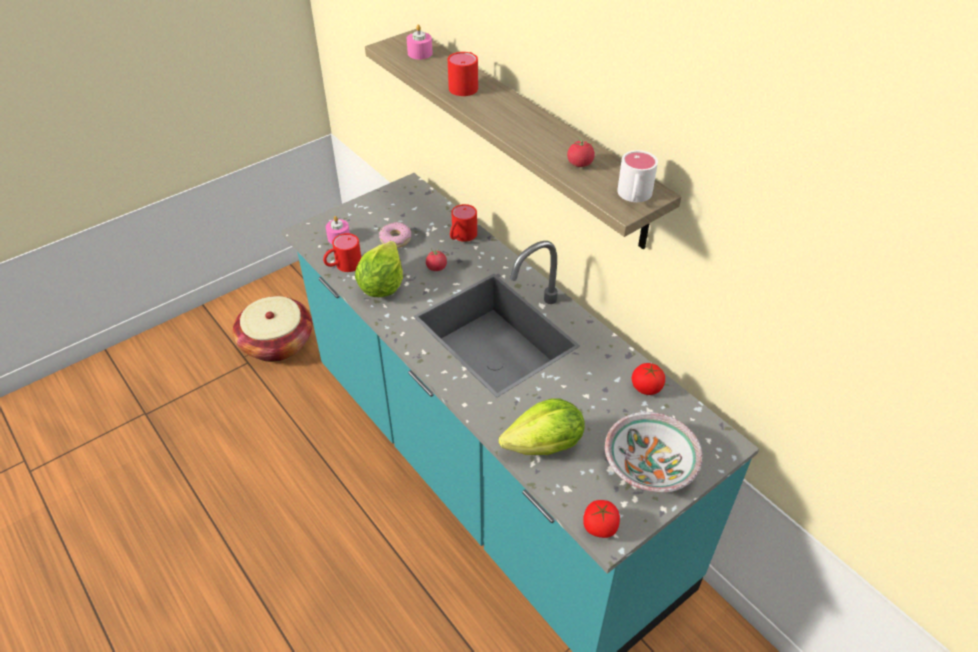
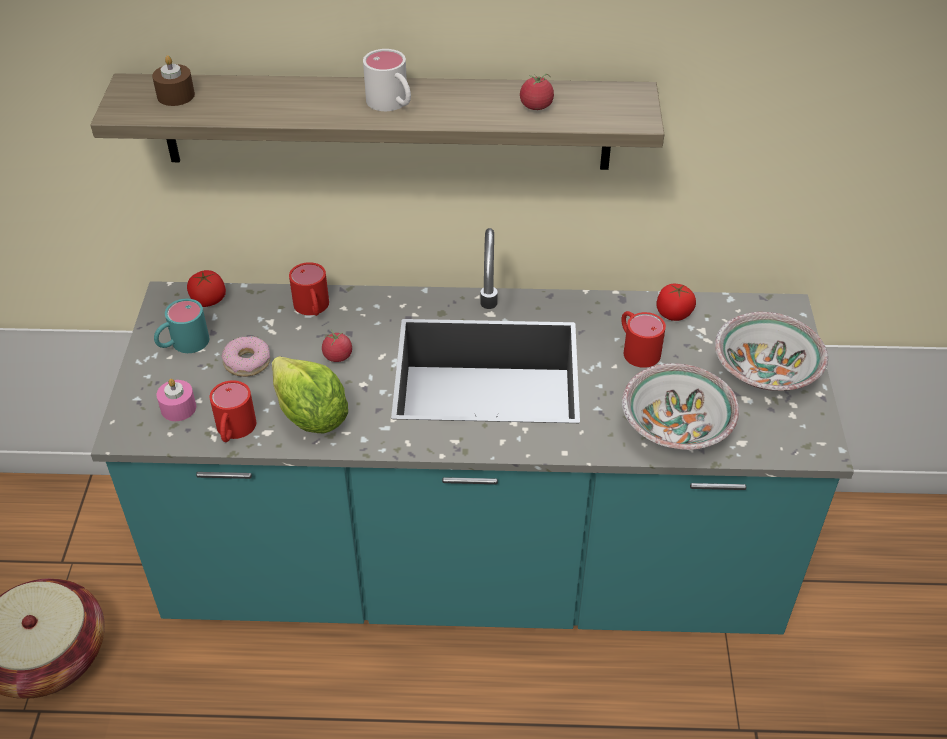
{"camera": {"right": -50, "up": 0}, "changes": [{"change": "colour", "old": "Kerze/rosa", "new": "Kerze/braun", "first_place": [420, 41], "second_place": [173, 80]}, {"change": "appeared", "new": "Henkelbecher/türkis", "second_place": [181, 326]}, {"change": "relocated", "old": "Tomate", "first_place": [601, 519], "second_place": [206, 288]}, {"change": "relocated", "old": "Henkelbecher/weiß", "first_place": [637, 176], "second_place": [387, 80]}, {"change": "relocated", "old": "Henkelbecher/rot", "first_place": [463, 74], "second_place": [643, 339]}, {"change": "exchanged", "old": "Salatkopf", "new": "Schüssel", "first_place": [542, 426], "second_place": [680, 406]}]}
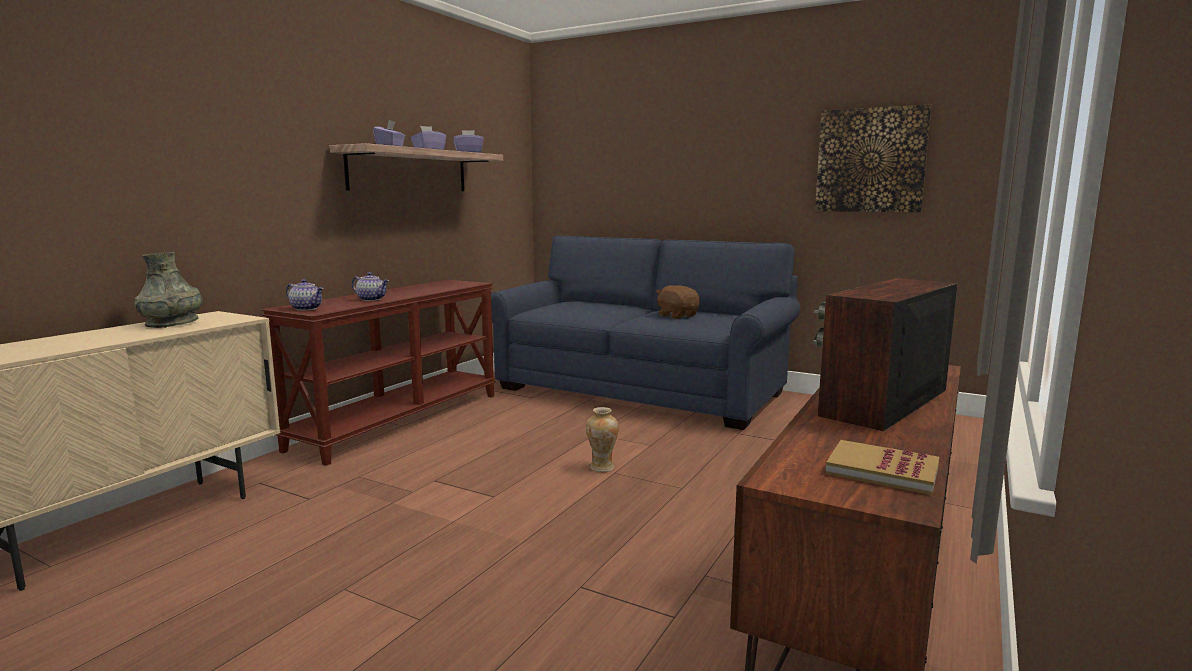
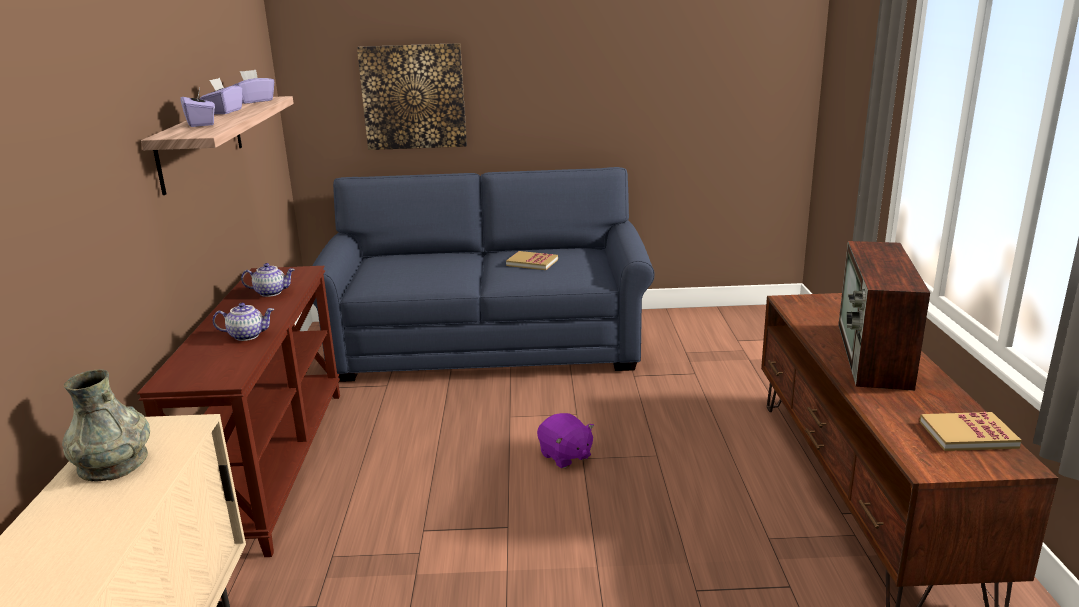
{"camera": {"right": -30, "up": 10}, "changes": [{"change": "relocated", "old": "Teekanne", "first_place": [305, 295], "second_place": [268, 280]}, {"change": "relocated", "old": "Bild", "first_place": [873, 158], "second_place": [412, 96]}, {"change": "exchanged", "old": "Plüschtier/braun", "new": "Buch", "first_place": [678, 302], "second_place": [532, 260]}, {"change": "exchanged", "old": "Vase", "new": "Plüschtier/lila", "first_place": [602, 439], "second_place": [565, 440]}]}
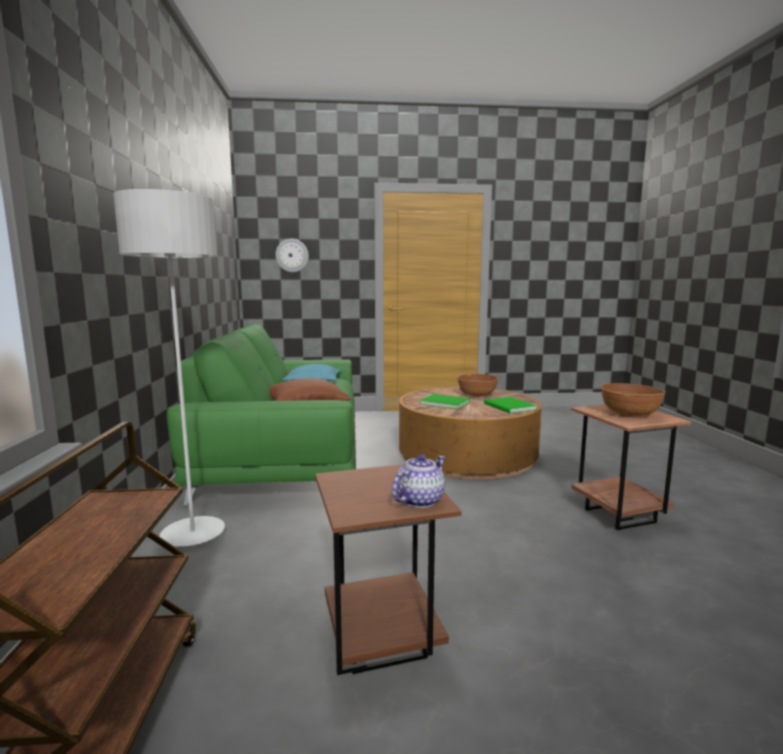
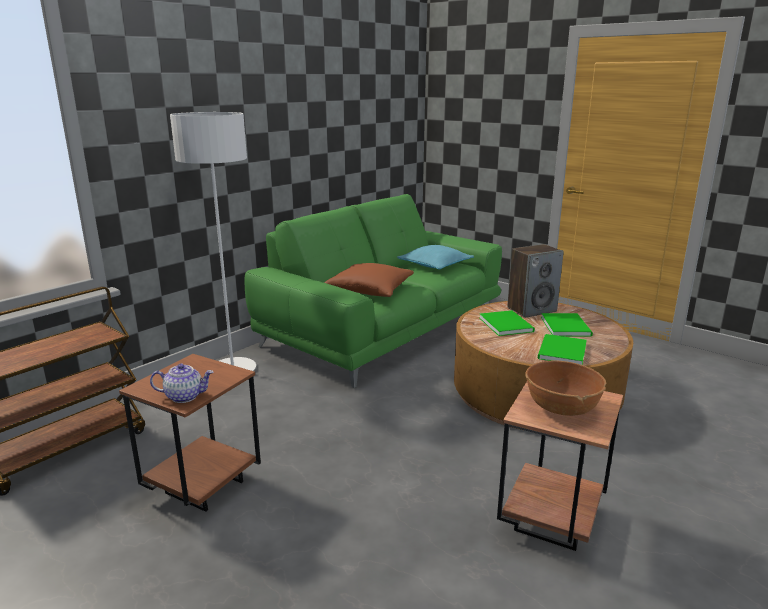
{"camera": {"right": 45, "up": 10}, "changes": [{"change": "appeared", "new": "Lautsprecher", "second_place": [535, 281]}, {"change": "exchanged", "old": "Schüssel/braun", "new": "Buch/grün", "first_place": [478, 385], "second_place": [567, 324]}, {"change": "missing", "old": "Wanduhr", "first_place": [292, 255]}]}
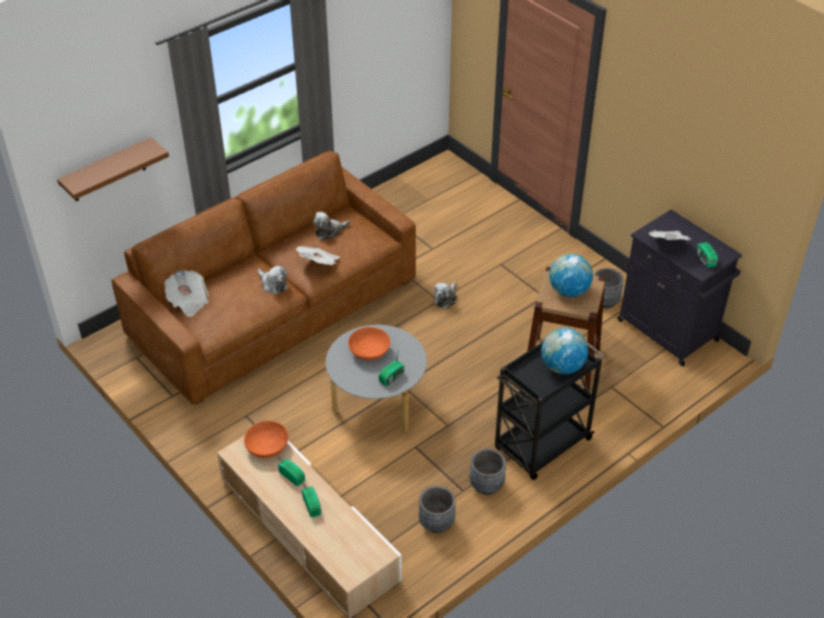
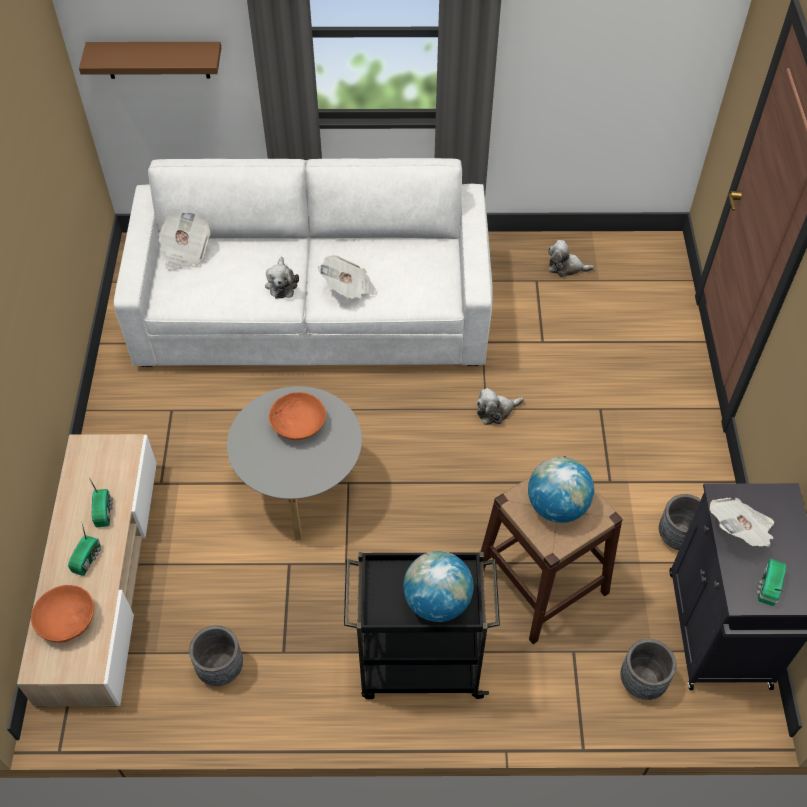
{"camera": {"right": 40, "up": 10}, "changes": [{"change": "relocated", "old": "Schüssel/orange", "first_place": [266, 439], "second_place": [62, 614]}, {"change": "colour", "old": "Sofa/braun", "new": "Sofa/weiß", "first_place": [263, 278], "second_place": [303, 262]}, {"change": "relocated", "old": "Plüschtier", "first_place": [331, 226], "second_place": [571, 258]}, {"change": "relocated", "old": "Pflanzkübel/grau", "first_place": [488, 471], "second_place": [649, 669]}, {"change": "missing", "old": "Radio", "first_place": [392, 367]}]}
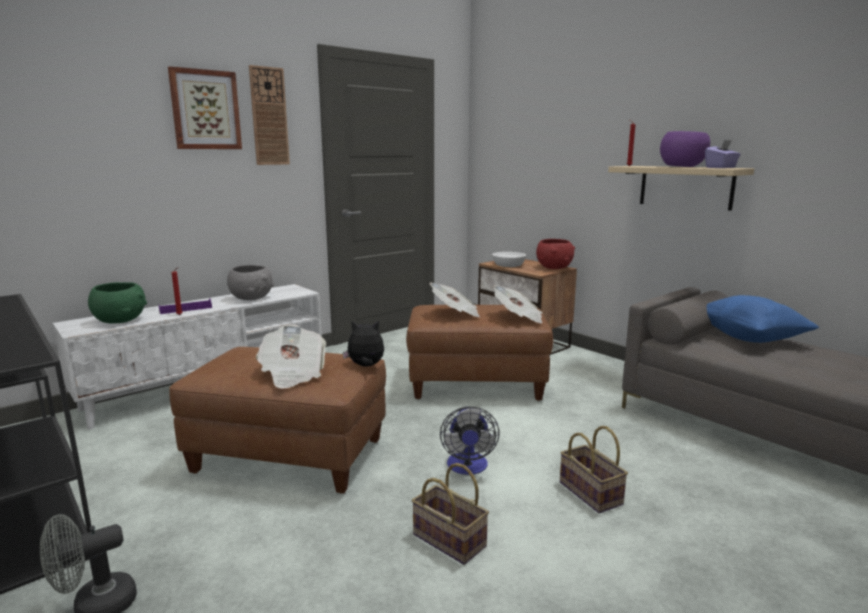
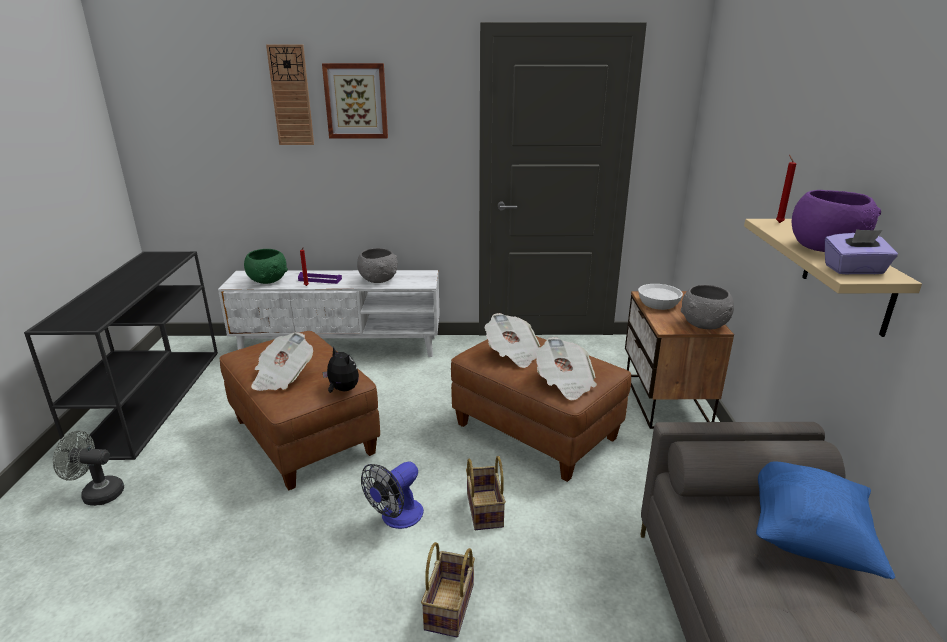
{"camera": {"right": 40, "up": 10}, "changes": [{"change": "relocated", "old": "Wanduhr", "first_place": [269, 115], "second_place": [290, 94]}, {"change": "relocated", "old": "Korb", "first_place": [450, 514], "second_place": [486, 493]}, {"change": "colour", "old": "Schüssel/rot", "new": "Schüssel/grau", "first_place": [555, 254], "second_place": [707, 307]}]}
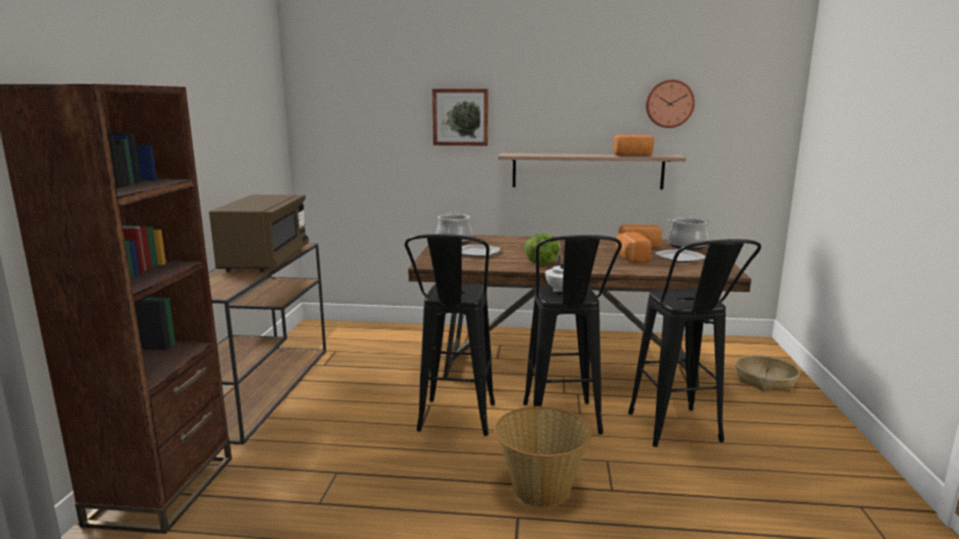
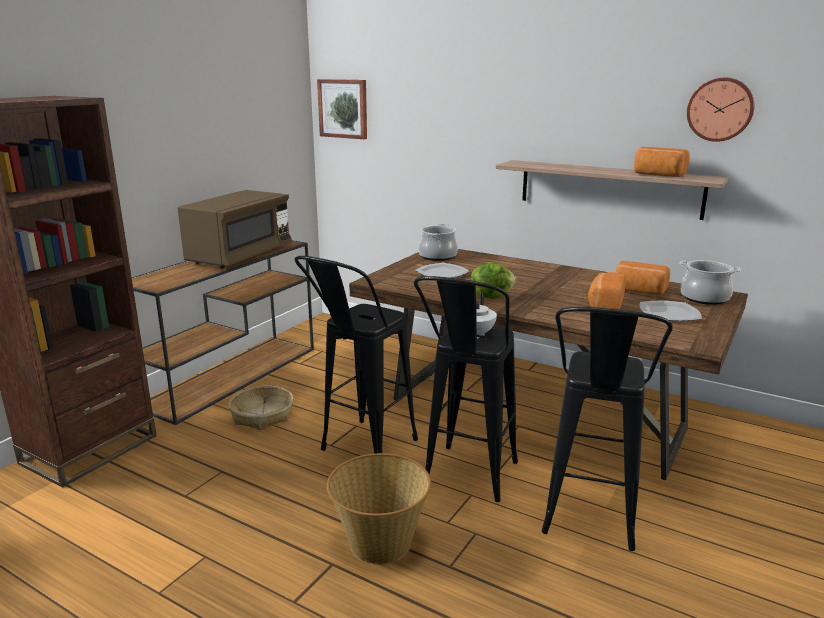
{"camera": {"right": 25, "up": 5}, "changes": [{"change": "relocated", "old": "Korb", "first_place": [768, 373], "second_place": [261, 408]}, {"change": "relocated", "old": "Bild", "first_place": [460, 117], "second_place": [342, 109]}]}
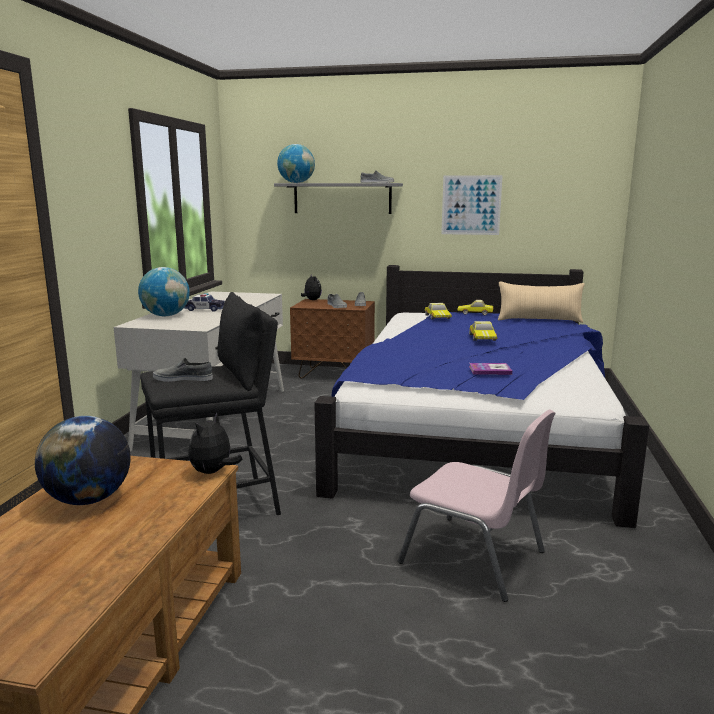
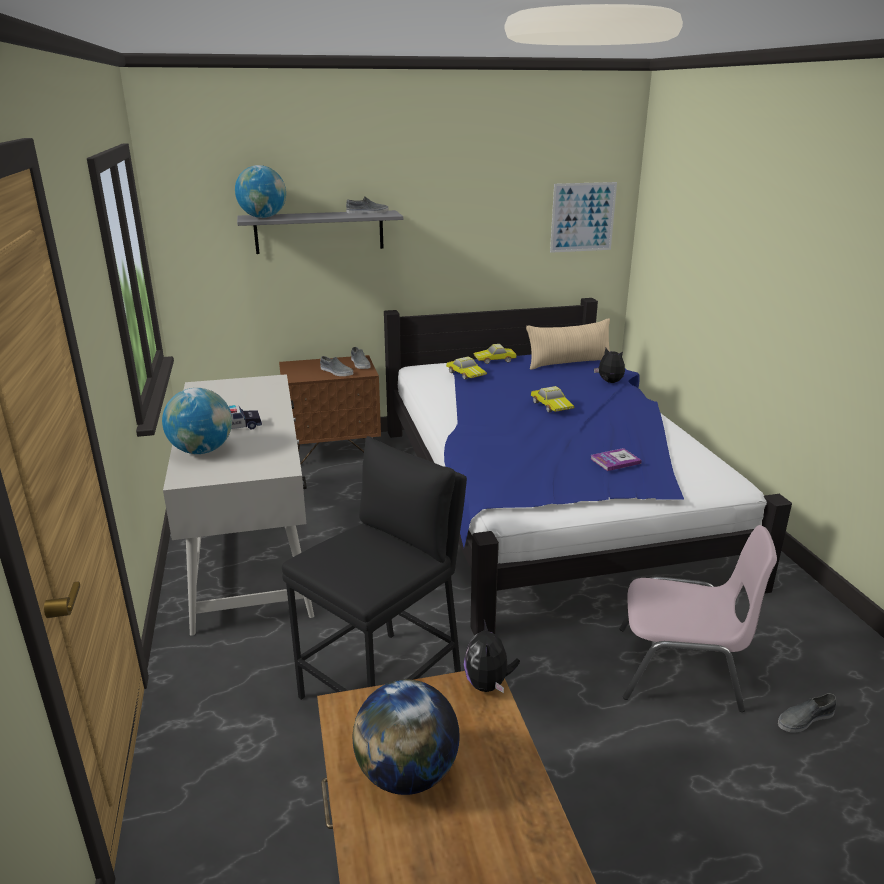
{"camera": {"right": -25, "up": 10}, "changes": [{"change": "relocated", "old": "Bild", "first_place": [472, 205], "second_place": [583, 217]}, {"change": "relocated", "old": "Plüschtier", "first_place": [311, 287], "second_place": [609, 365]}, {"change": "relocated", "old": "Schuh/grau", "first_place": [183, 370], "second_place": [807, 713]}]}
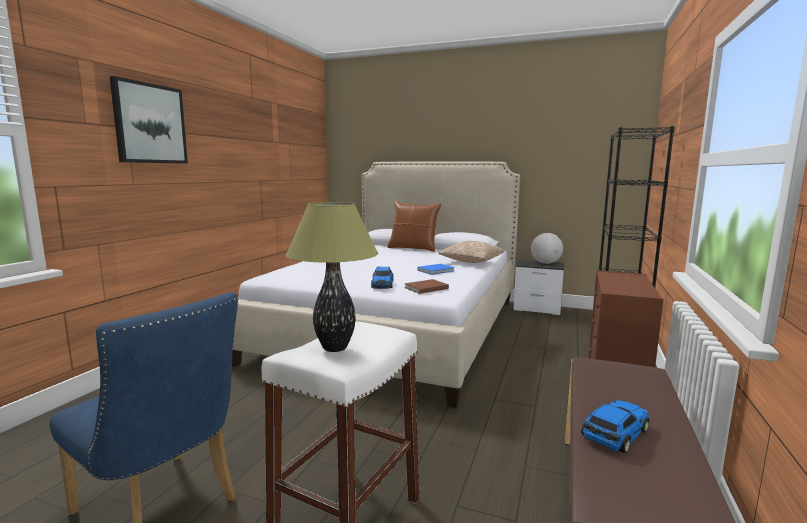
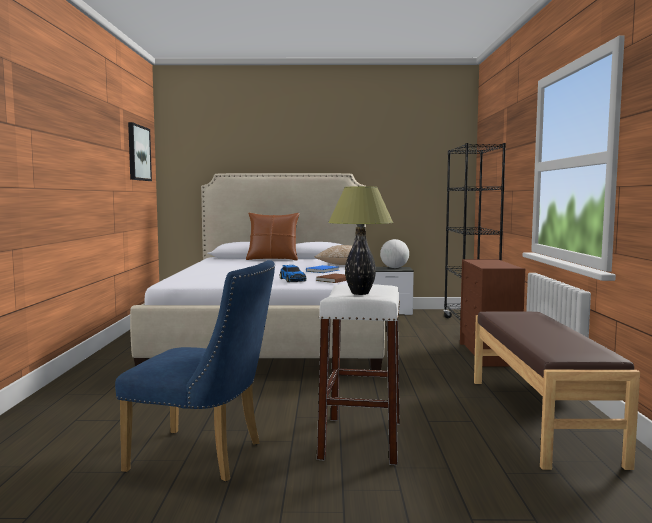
{"camera": {"right": -20, "up": -5}, "changes": [{"change": "relocated", "old": "Bild", "first_place": [148, 120], "second_place": [140, 151]}, {"change": "missing", "old": "Spielzeugauto", "first_place": [615, 426]}]}
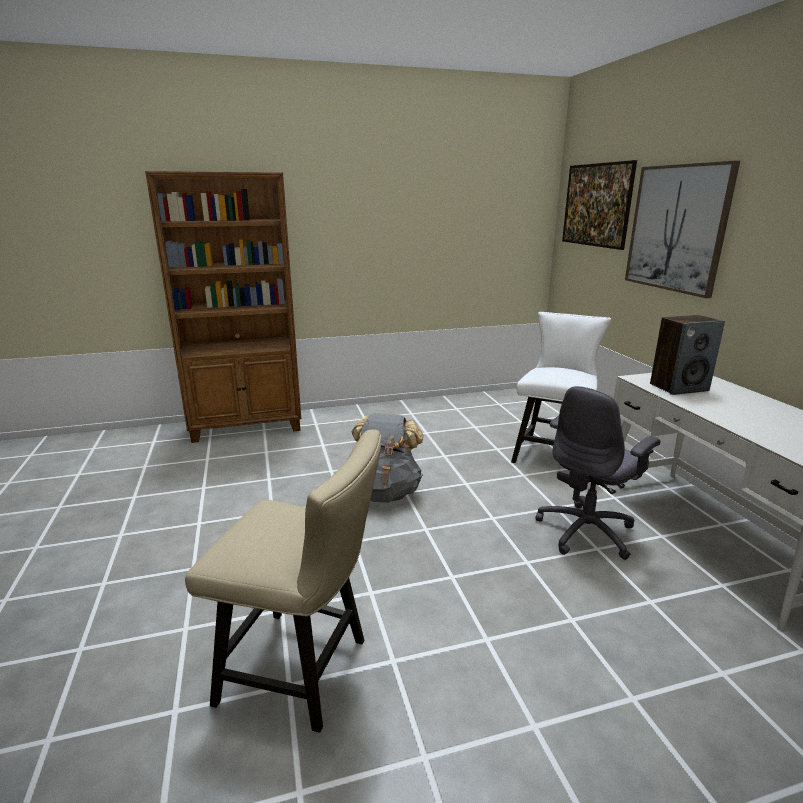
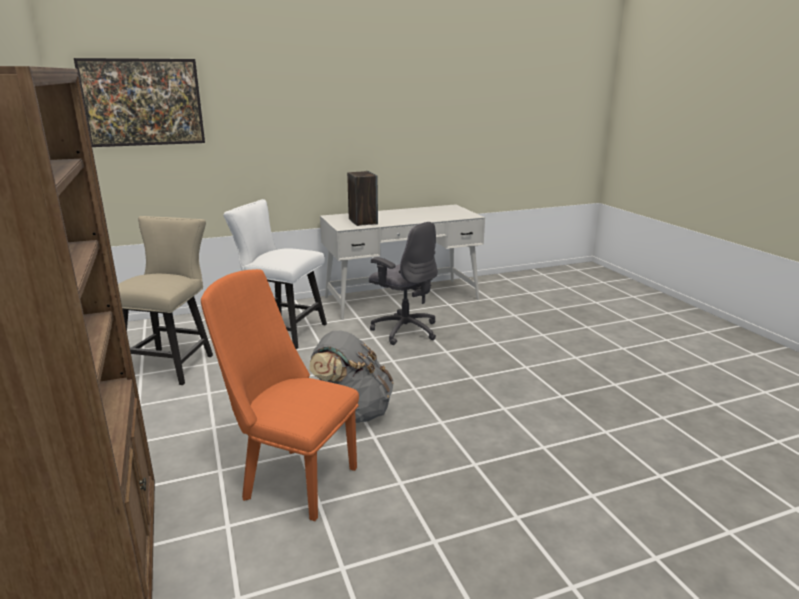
{"camera": {"right": -95, "up": 0}, "changes": [{"change": "relocated", "old": "Stuhl/beige", "first_place": [283, 581], "second_place": [165, 300]}, {"change": "appeared", "new": "Stuhl/orange", "second_place": [280, 395]}, {"change": "missing", "old": "Bild", "first_place": [682, 229]}]}
